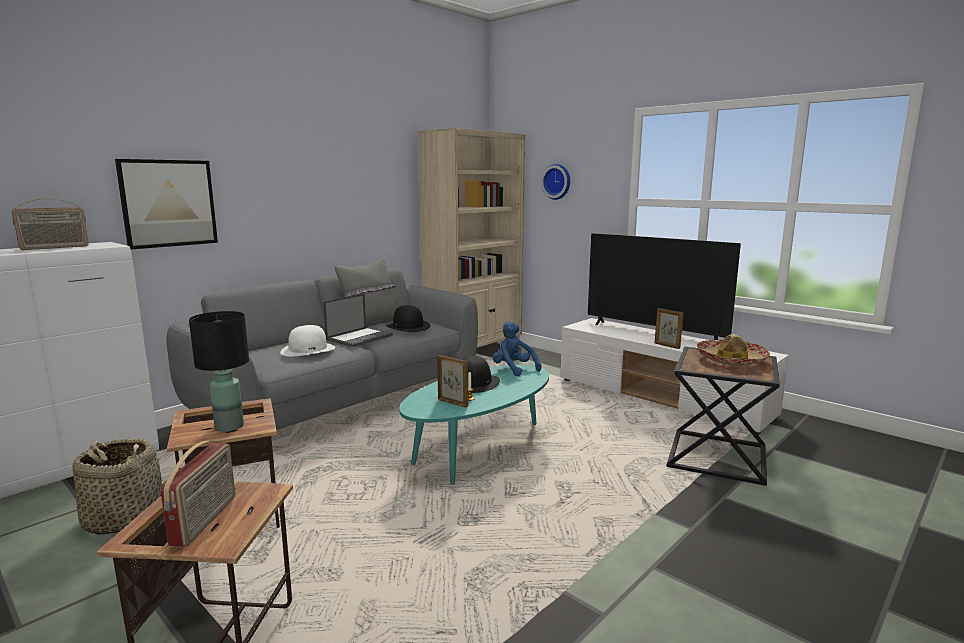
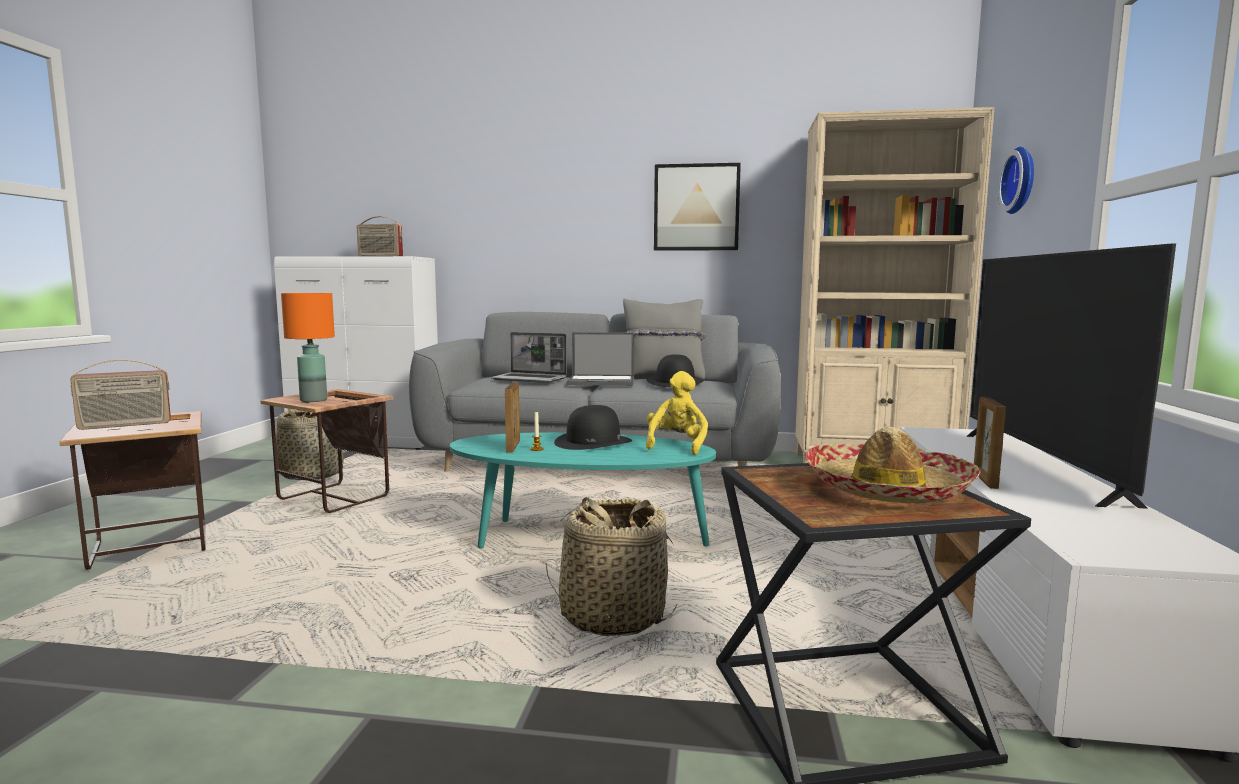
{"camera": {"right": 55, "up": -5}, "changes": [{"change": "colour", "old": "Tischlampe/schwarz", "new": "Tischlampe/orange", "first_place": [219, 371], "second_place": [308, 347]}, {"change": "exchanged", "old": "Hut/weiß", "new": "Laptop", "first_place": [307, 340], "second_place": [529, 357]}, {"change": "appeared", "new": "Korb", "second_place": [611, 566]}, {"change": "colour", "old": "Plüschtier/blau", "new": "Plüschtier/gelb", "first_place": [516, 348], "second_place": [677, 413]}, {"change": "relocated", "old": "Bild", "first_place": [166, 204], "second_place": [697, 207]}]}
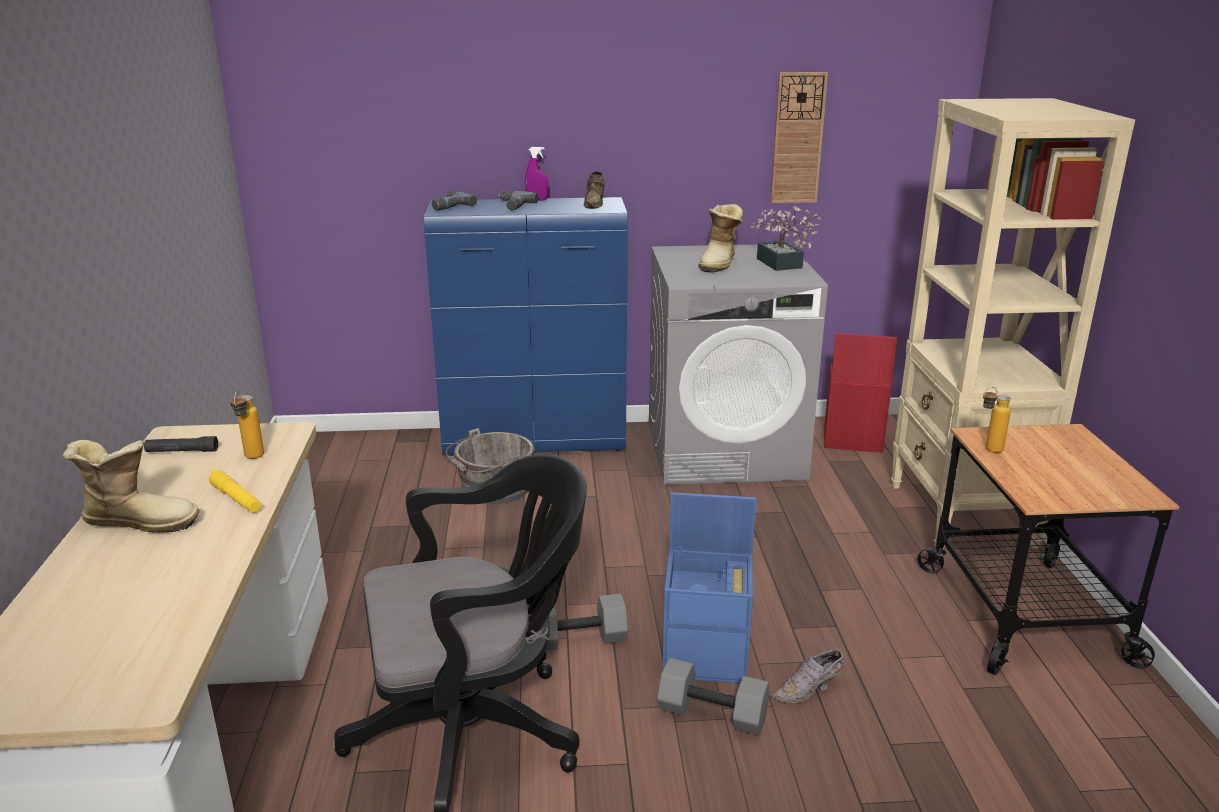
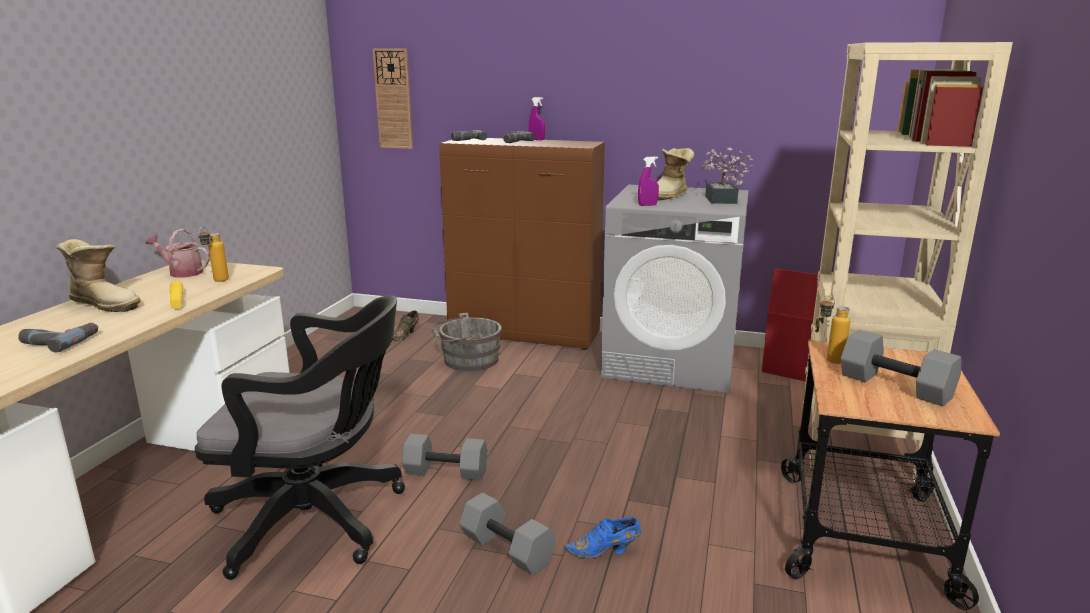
{"camera": {"right": 20, "up": -5}, "changes": [{"change": "appeared", "new": "Bohrmaschine", "second_place": [58, 338]}, {"change": "exchanged", "old": "Taschenlampe/schwarz", "new": "Gießkanne", "first_place": [181, 444], "second_place": [178, 253]}, {"change": "relocated", "old": "Wanduhr", "first_place": [799, 137], "second_place": [393, 98]}, {"change": "relocated", "old": "Schuh/braun", "first_place": [594, 190], "second_place": [406, 325]}, {"change": "colour", "old": "Schrank/blau", "new": "Schrank/braun", "first_place": [526, 326], "second_place": [522, 244]}, {"change": "colour", "old": "Schuh/grau", "new": "Schuh/blau", "first_place": [808, 676], "second_place": [602, 537]}, {"change": "appeared", "new": "Sprühflasche/lila", "second_place": [648, 181]}, {"change": "appeared", "new": "Hantel/grau", "second_place": [900, 368]}, {"change": "missing", "old": "Aufbewahrungsbox/blau", "first_place": [709, 588]}]}
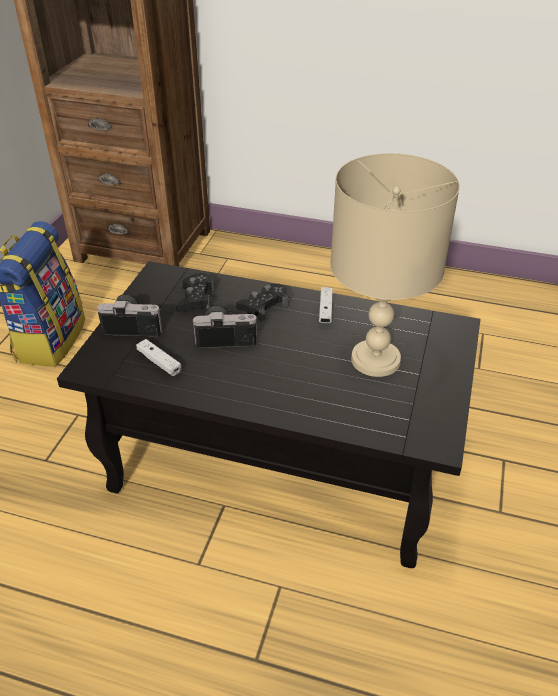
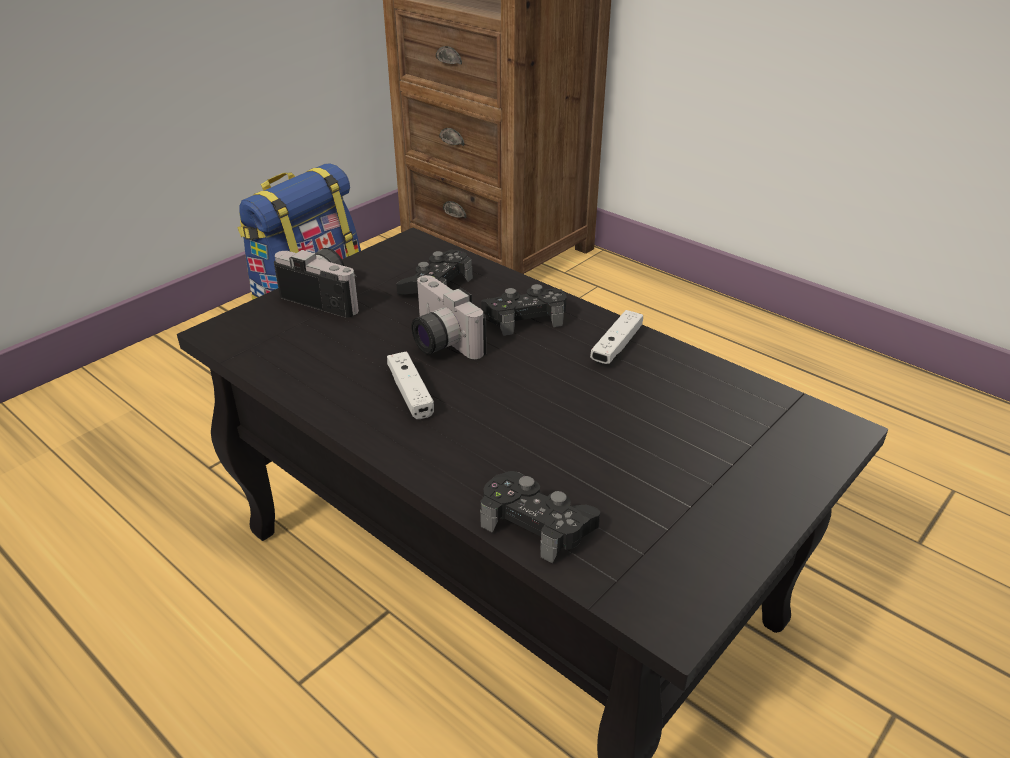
{"camera": {"right": 25, "up": -5}, "changes": [{"change": "relocated", "old": "Gamepad/weiß", "first_place": [158, 357], "second_place": [410, 385]}, {"change": "spun", "old": "Kamera", "first_place": [225, 326], "second_place": [449, 317], "degrees": -150}, {"change": "appeared", "new": "Gamepad/schwarz", "second_place": [540, 517]}, {"change": "missing", "old": "Tischlampe/beige", "first_place": [395, 265]}]}
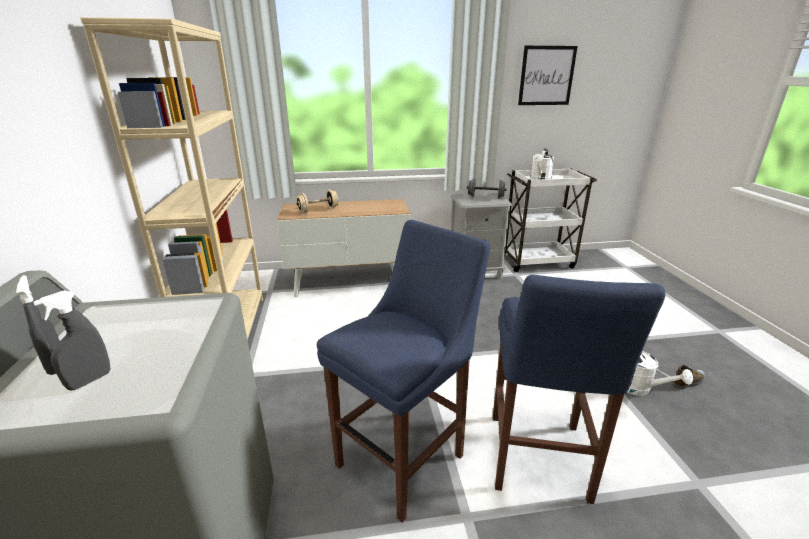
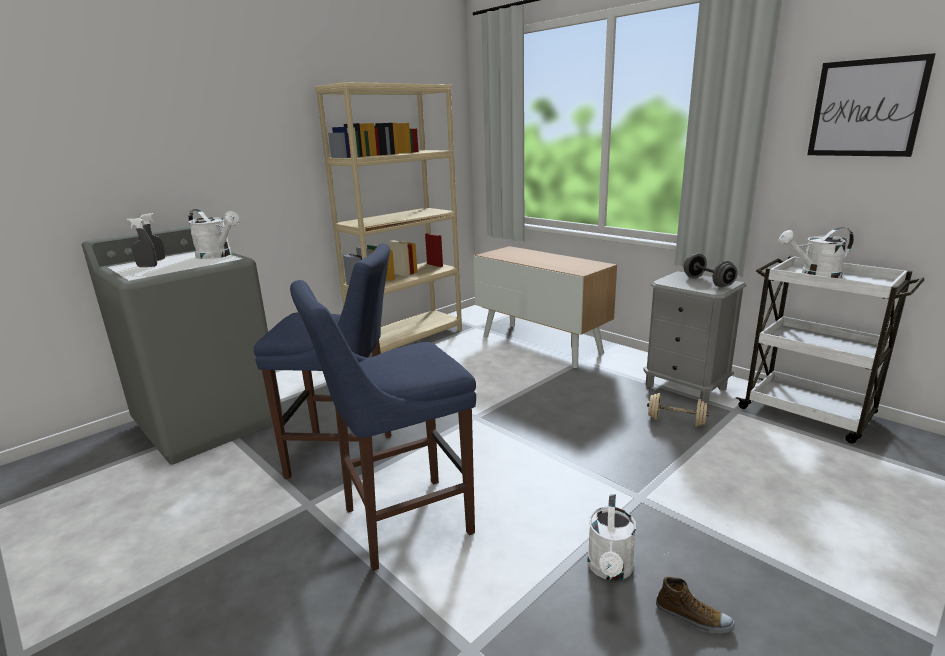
{"camera": {"right": 55, "up": -5}, "changes": [{"change": "appeared", "new": "Gießkanne/weiß", "second_place": [214, 234]}, {"change": "relocated", "old": "Hantel/beige", "first_place": [317, 201], "second_place": [678, 410]}]}
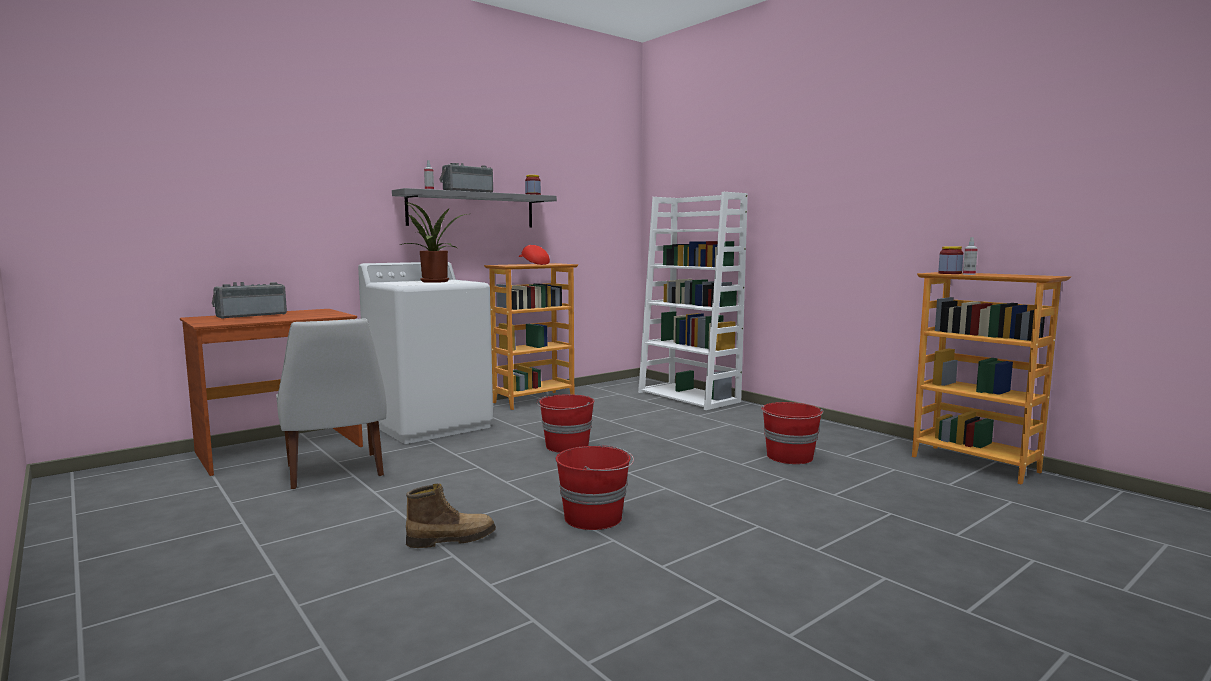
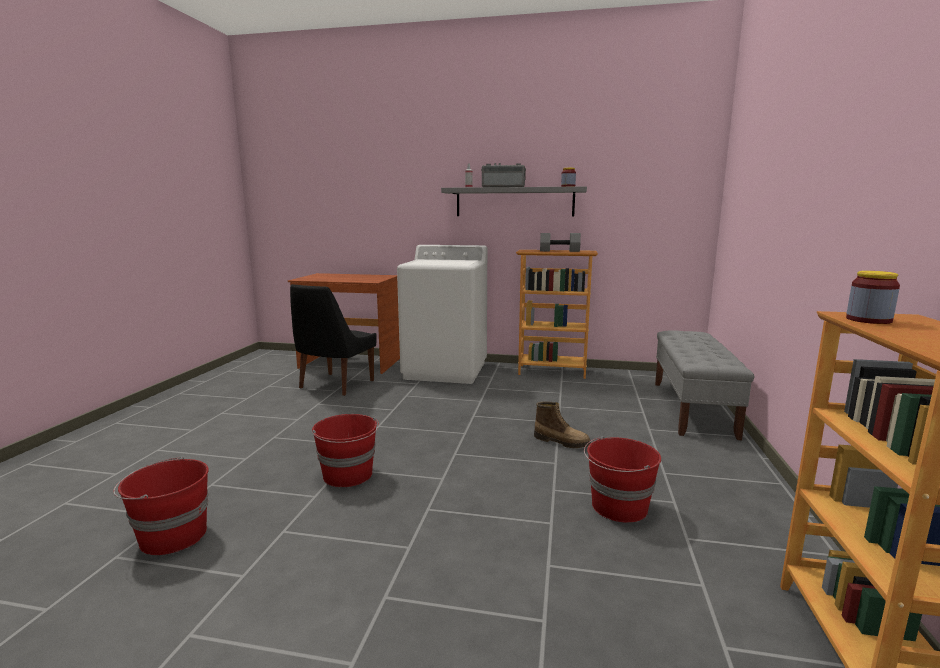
{"camera": {"right": 50, "up": 5}, "changes": [{"change": "relocated", "old": "Eimer/rot", "first_place": [566, 423], "second_place": [161, 506]}, {"change": "colour", "old": "Stuhl/weiß", "new": "Stuhl/schwarz", "first_place": [331, 404], "second_place": [333, 340]}, {"change": "relocated", "old": "Stiefel", "first_place": [451, 516], "second_place": [562, 425]}, {"change": "exchanged", "old": "Kappe/rot", "new": "Hantel/grau", "first_place": [534, 255], "second_place": [560, 242]}, {"change": "exchanged", "old": "Bücherregal/weiß", "new": "Bank/grau", "first_place": [693, 301], "second_place": [704, 385]}, {"change": "missing", "old": "Radio", "first_place": [249, 300]}, {"change": "missing", "old": "Topfpflanze", "first_place": [433, 242]}, {"change": "missing", "old": "Sprühflasche", "first_place": [970, 256]}]}
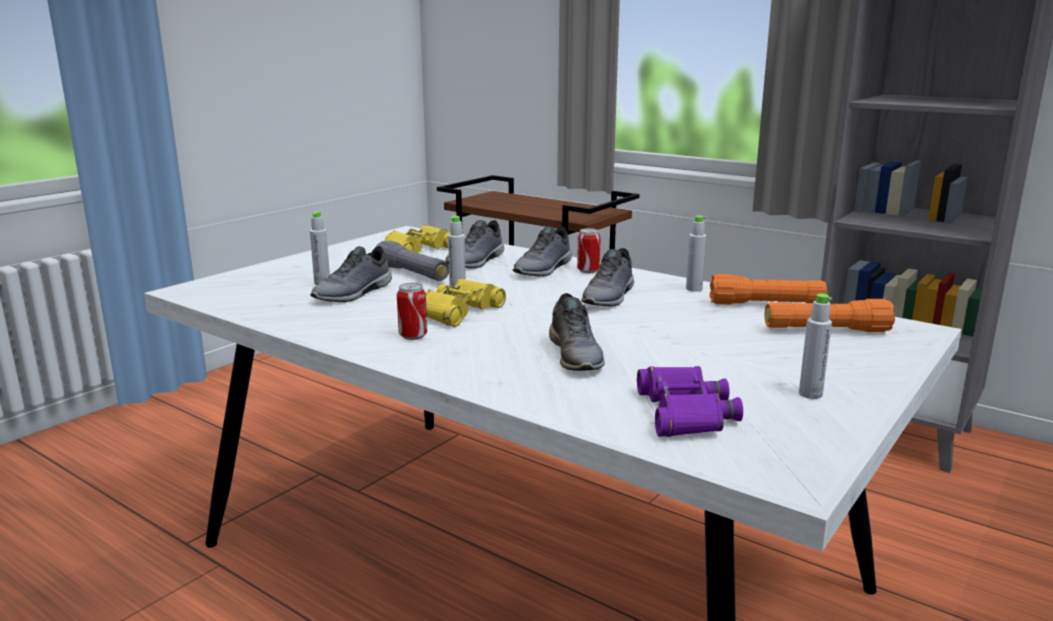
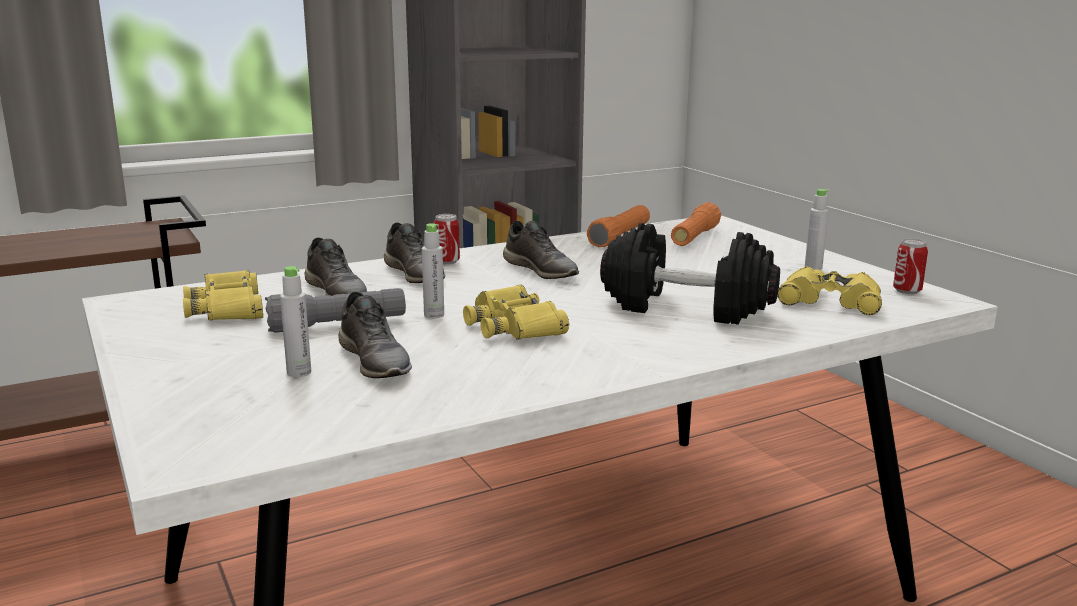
{"camera": {"right": -65, "up": 0}, "changes": [{"change": "exchanged", "old": "Schuh/grau", "new": "Hantel/schwarz", "first_place": [577, 332], "second_place": [690, 274]}, {"change": "colour", "old": "Fernglas/lila", "new": "Fernglas/gelb", "first_place": [690, 401], "second_place": [830, 290]}, {"change": "relocated", "old": "Dose", "first_place": [412, 311], "second_place": [910, 266]}, {"change": "missing", "old": "Flasche/grau", "first_place": [696, 254]}]}
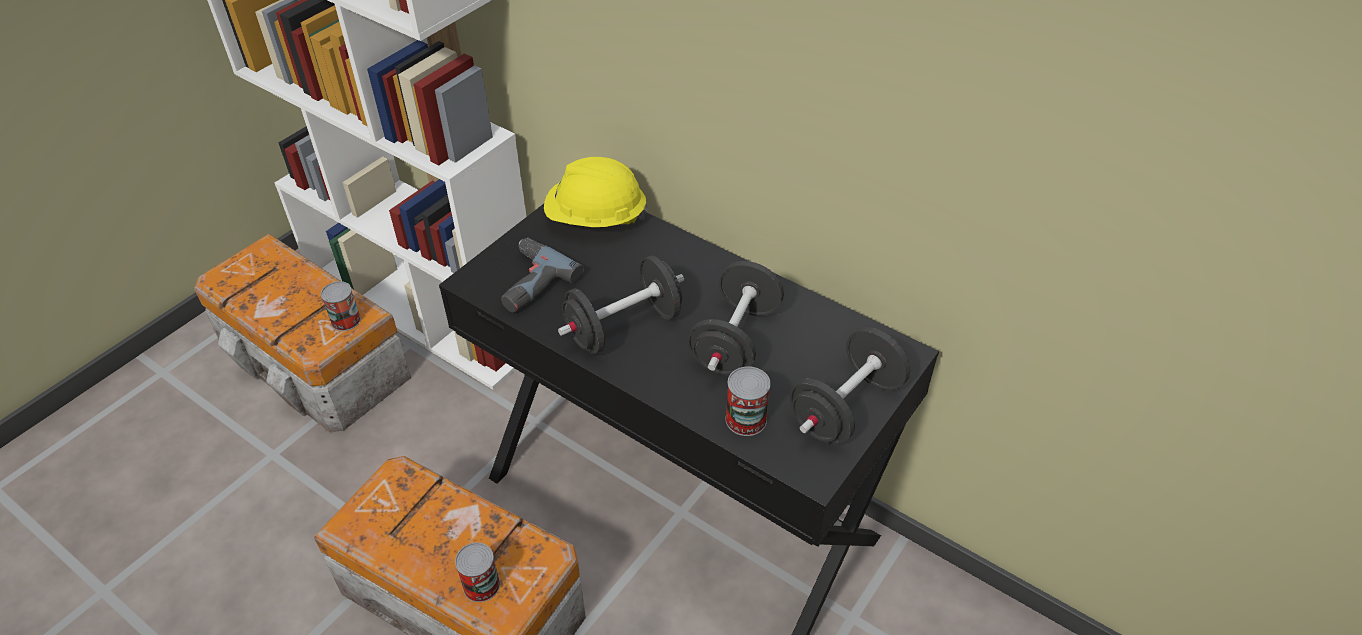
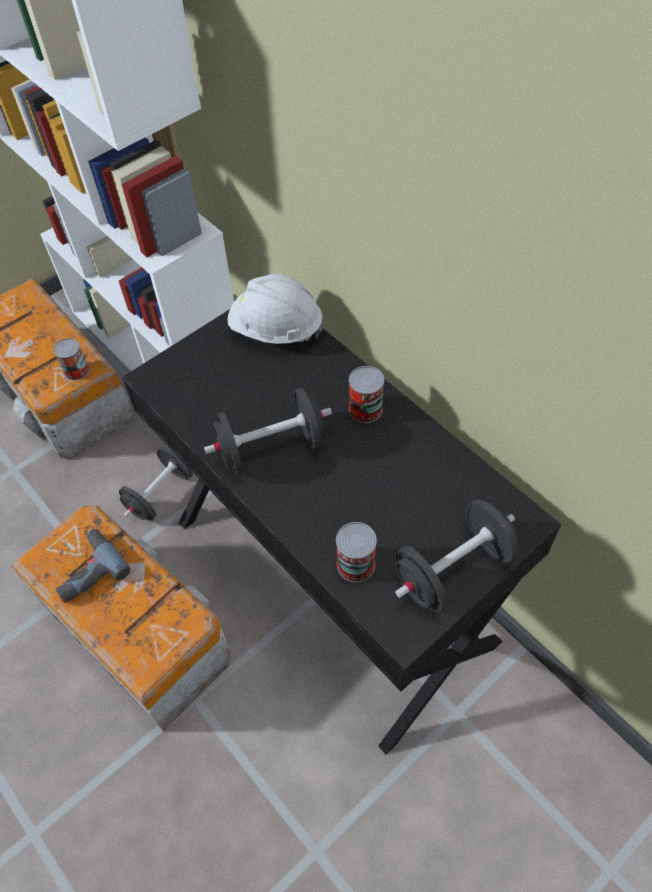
{"camera": {"right": 15, "up": 10}, "changes": [{"change": "relocated", "old": "Bohrmaschine", "first_place": [542, 275], "second_place": [93, 566]}, {"change": "relocated", "old": "Hantel/schwarz", "first_place": [735, 318], "second_place": [156, 483]}, {"change": "colour", "old": "Schutzhelm/gelb", "new": "Schutzhelm/weiß", "first_place": [596, 192], "second_place": [275, 309]}, {"change": "relocated", "old": "Dose", "first_place": [477, 572], "second_place": [366, 394]}]}
